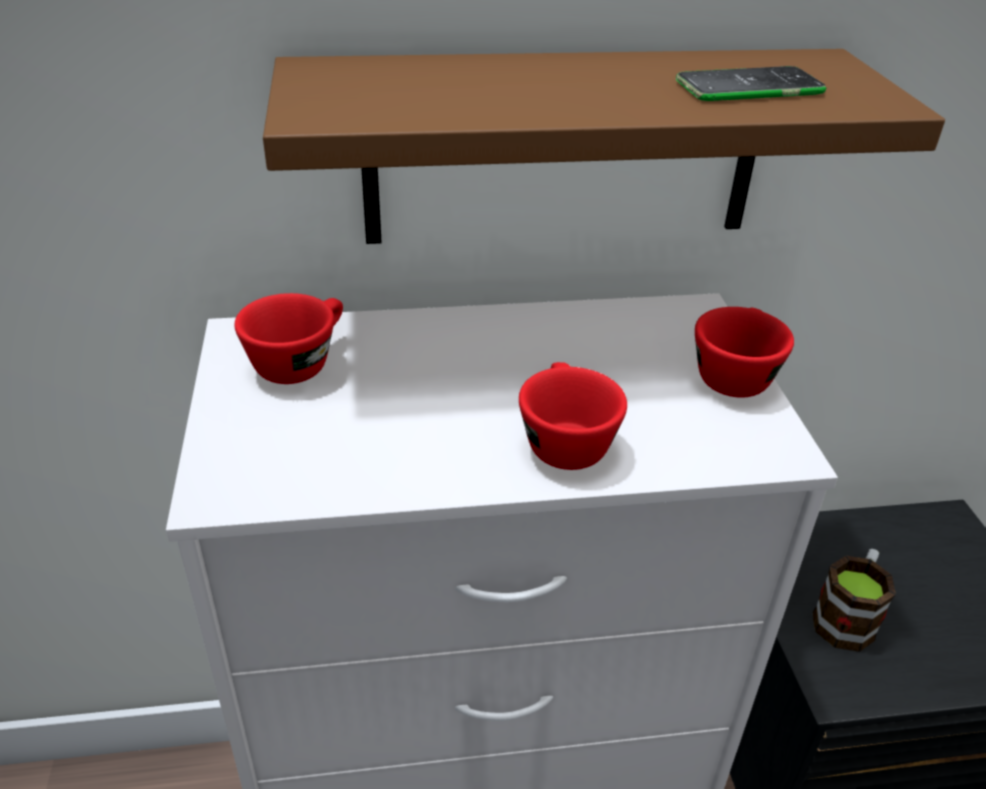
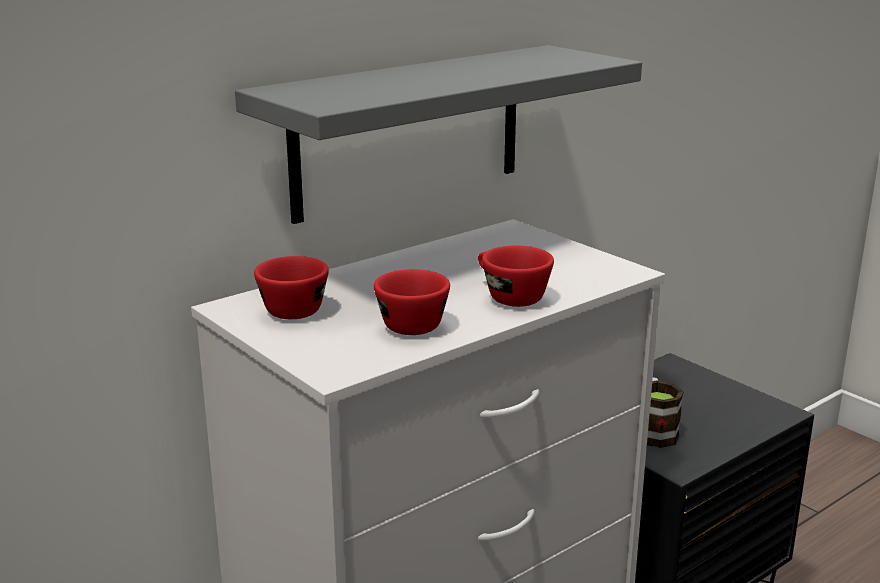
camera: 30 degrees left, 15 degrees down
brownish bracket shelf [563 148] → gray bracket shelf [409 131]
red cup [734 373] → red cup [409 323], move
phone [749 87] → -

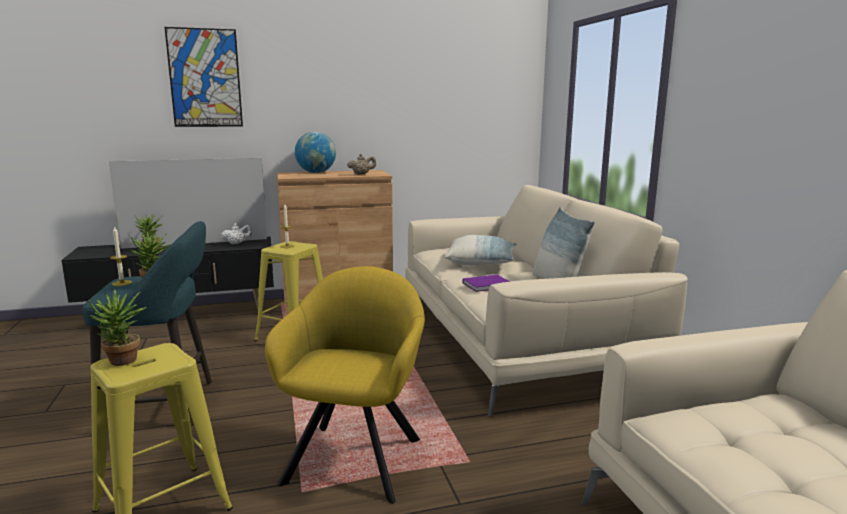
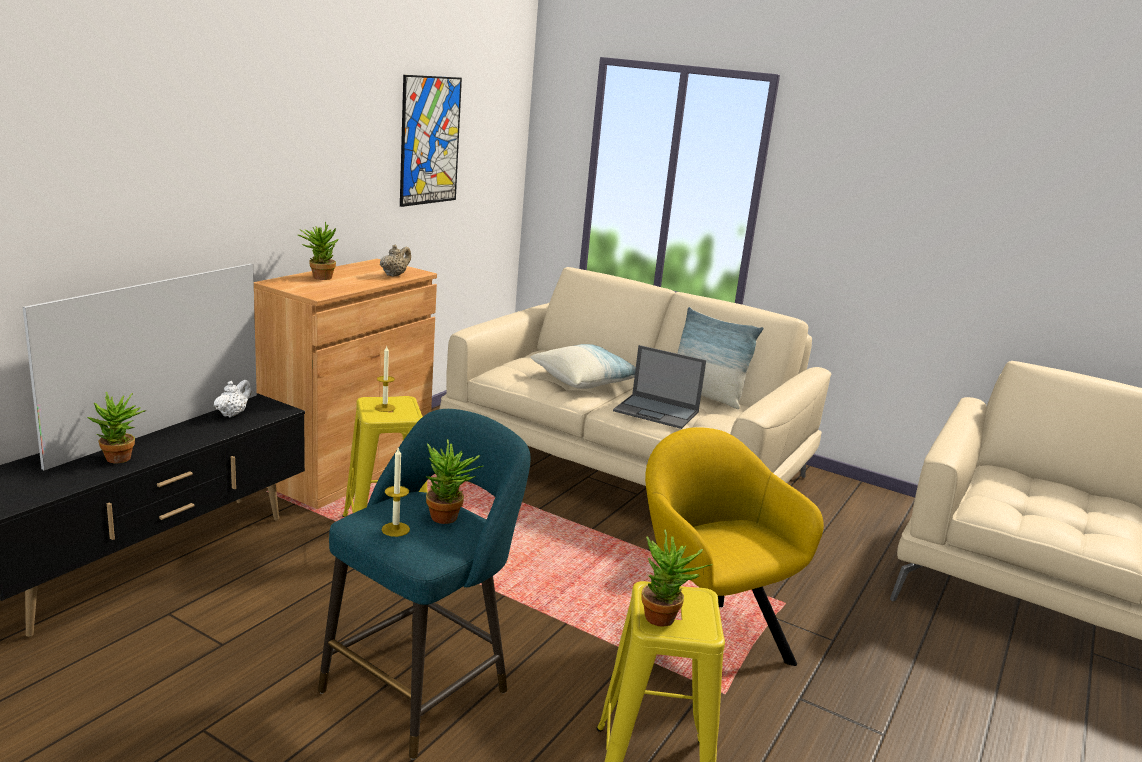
camera: 45 degrees left, 5 degrees up
globe [316 172] → potted plant [319 277]
wall picture [205 78] → wall picture [430 140], move
purple bound book [488 285] → portable computer [657 412]

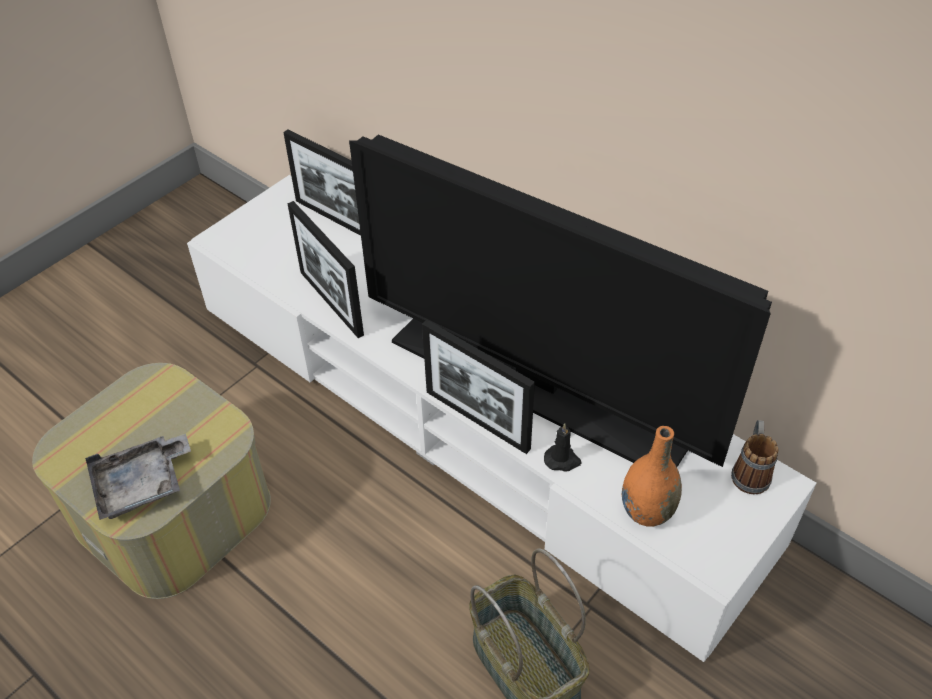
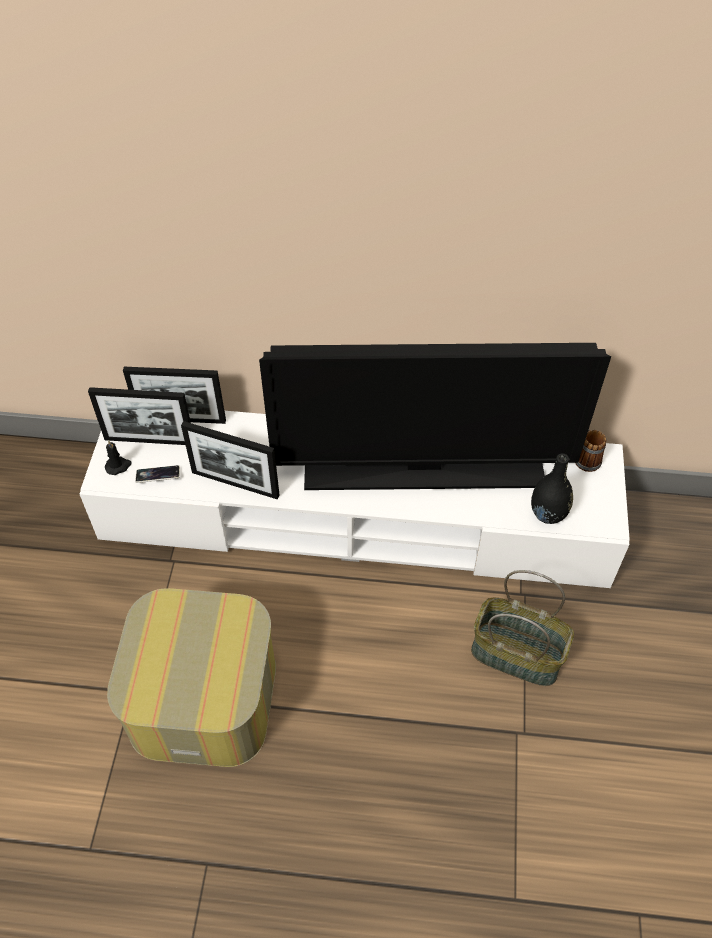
camera: 35 degrees left, 5 degrees up
picture frame [477 420] → picture frame [149 440], move
blackish wax light [562 460] → blackish wax light [118 466], move
- → phone [158 476]
orange vase [647 511] → blackish vase [547 514]
gray serving tray [142 485] → -

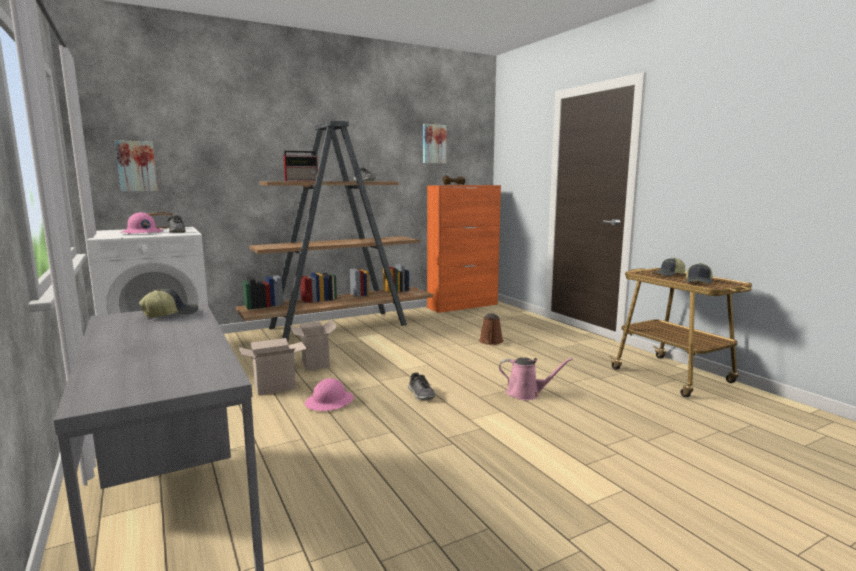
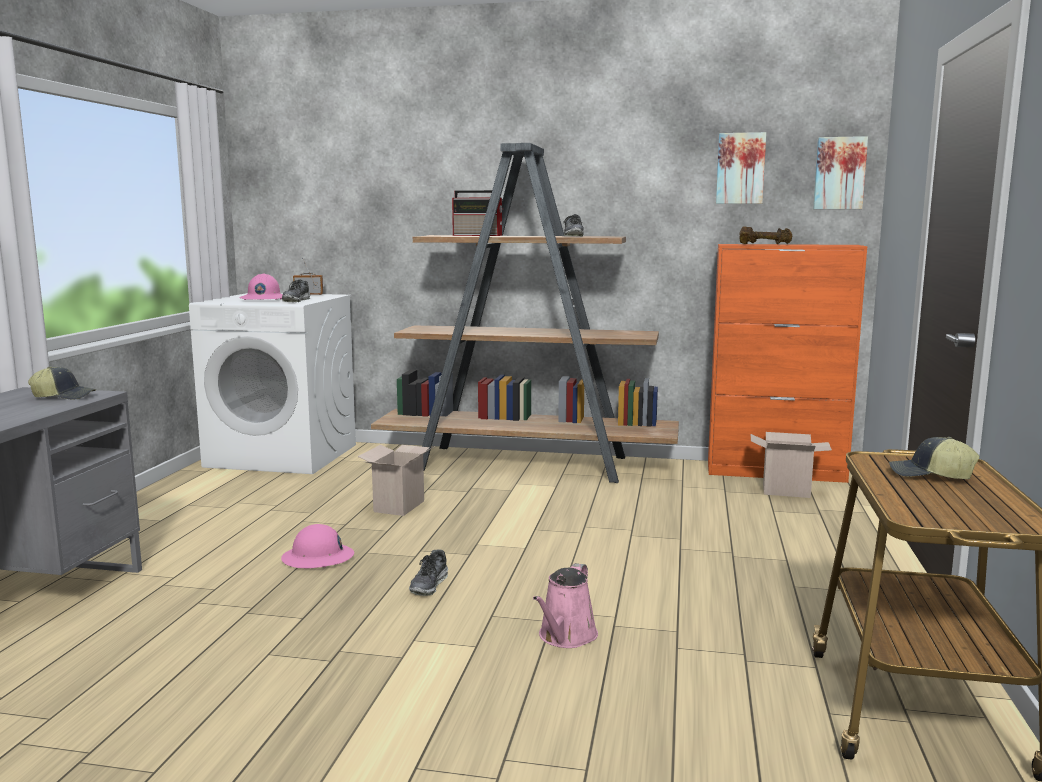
camera: 40 degrees right, 0 degrees up
pink watering pot [526 393] → pink watering pot [565 637], 60 degrees clockwise
carton [276 387] → carton [787 491], move
wall picture [136 166] → wall picture [839 173], move
brownish watering pot [491 342] → -
cap [699 282] → -

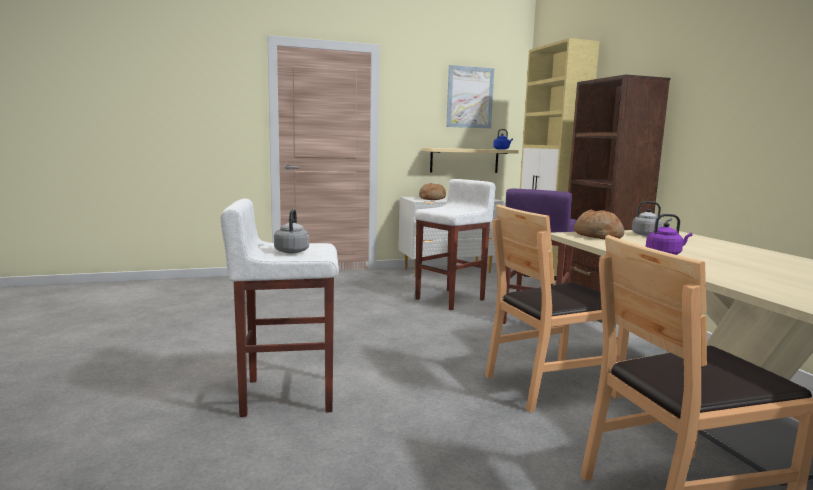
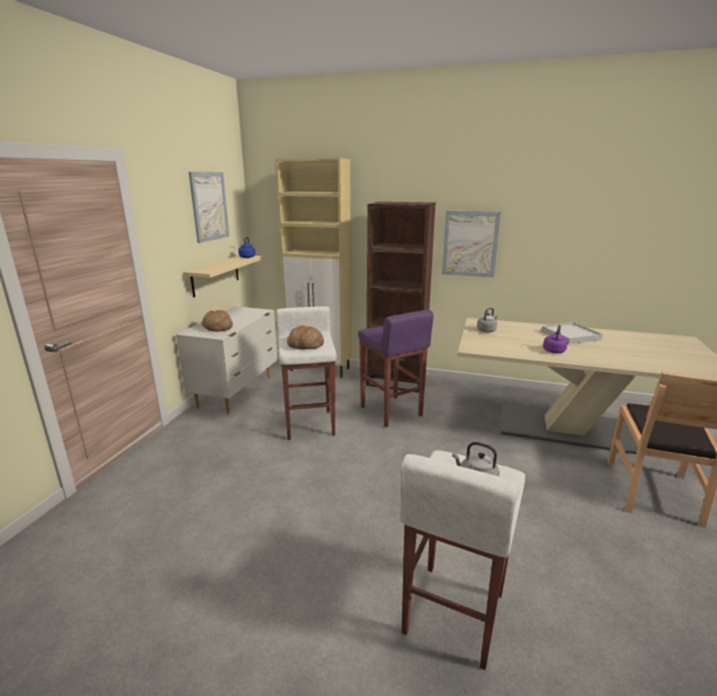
camera: 55 degrees left, 10 degrees up
bread [598 236] → bread [305 345], move
- → wall picture [470 244]
- → white-coloured serving tray [570 335]
brownish plain chair [549 385] → -

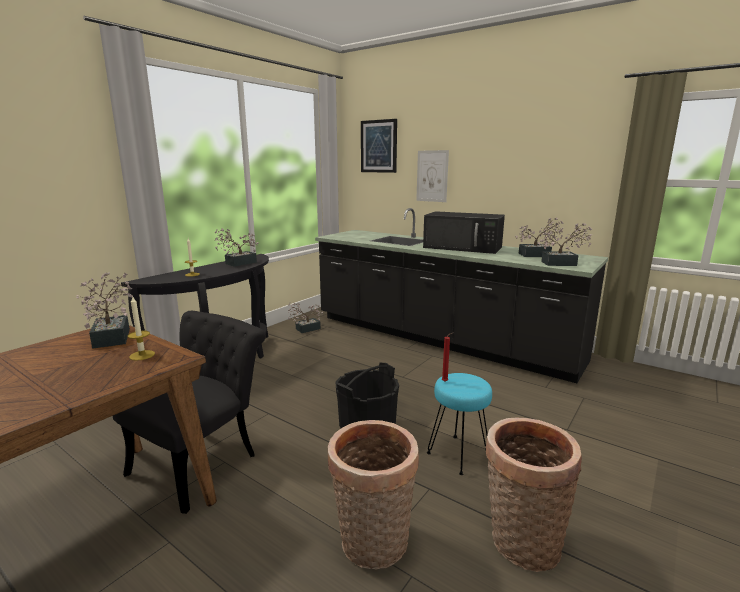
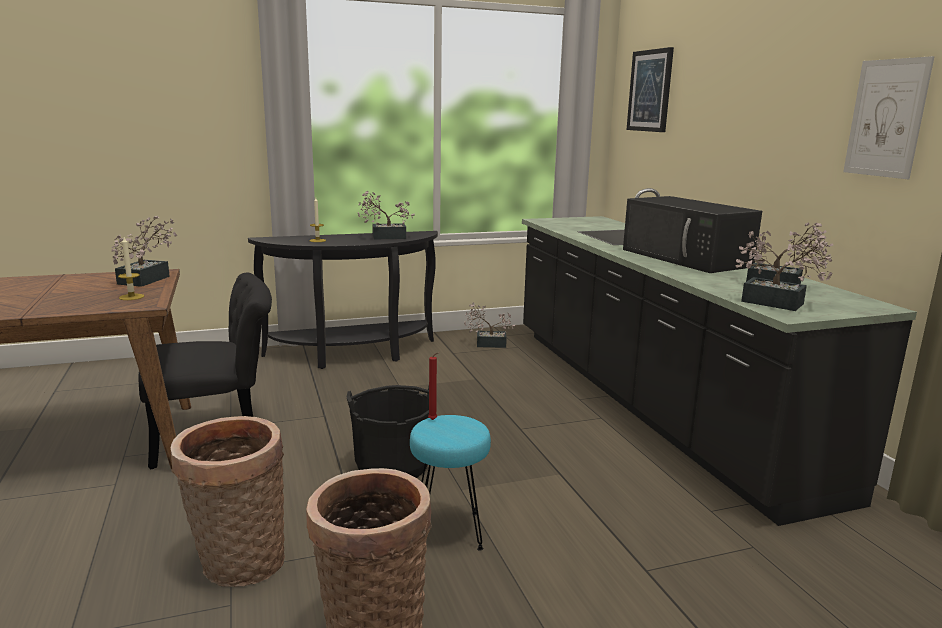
camera: 35 degrees right, 0 degrees up
wall picture [432 176] → wall picture [886 118], move

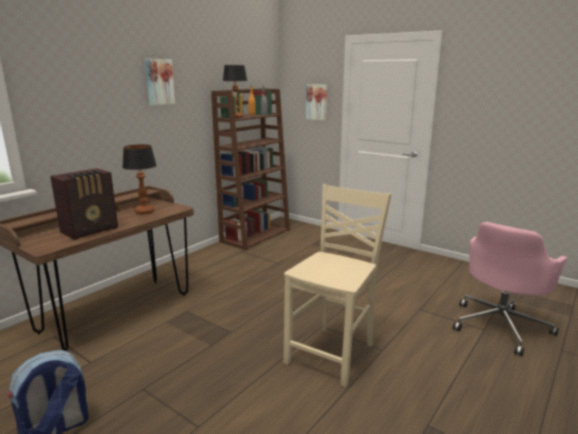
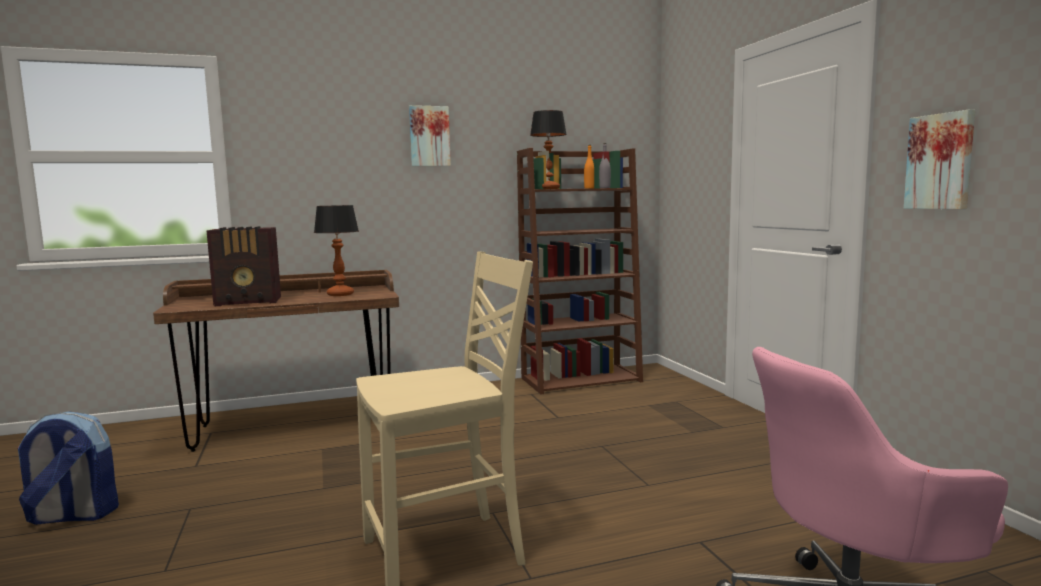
camera: 35 degrees right, 10 degrees down
wall picture [317 102] → wall picture [940 161], move

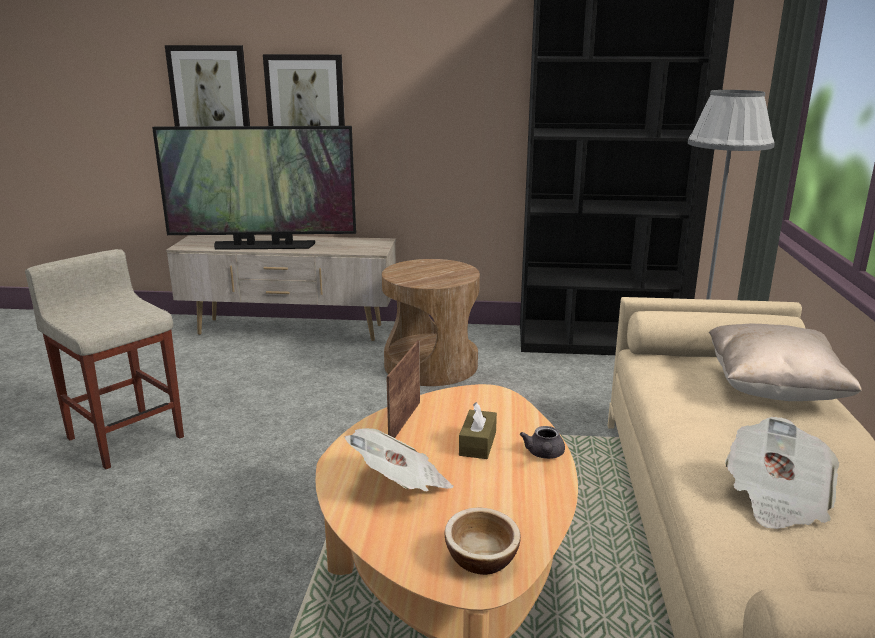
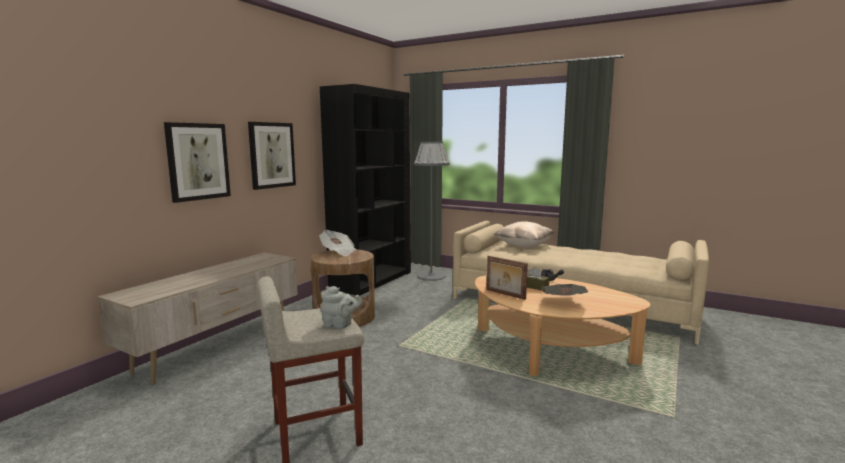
camera: 65 degrees left, 10 degrees down
wall picture [210 94] → wall picture [271 155], move
newspaper [776 498] → newspaper [338 252], move
- → gray tea pot [340 325]
TV set [263 246] → -
deep dish [481 559] → -

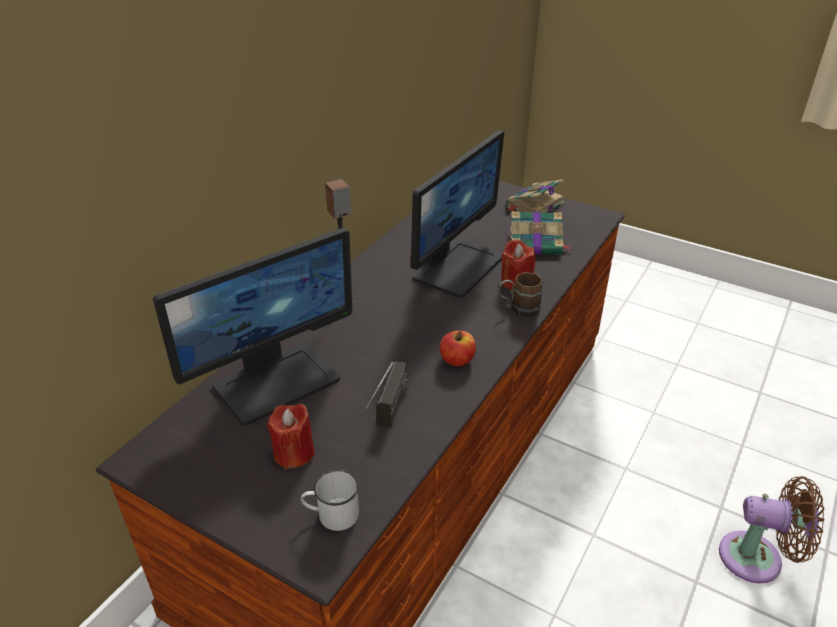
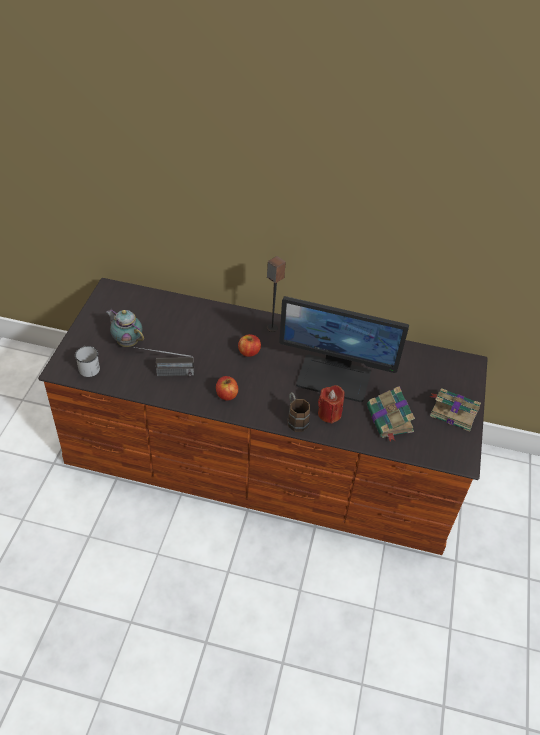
camera: 70 degrees right, 10 degrees up
red wax light [294 453] → tea pot [127 342]
- → whole apple [249 352]
monitor [276 381] → -
brownish cooling fan [757 559] → -

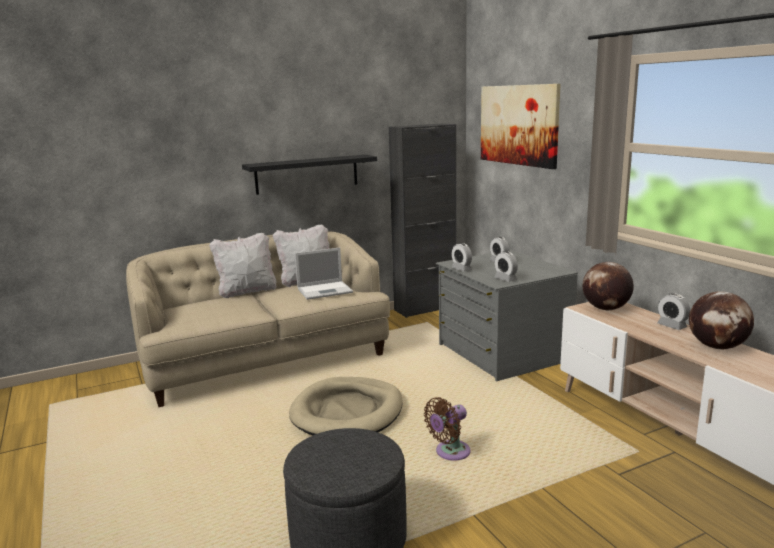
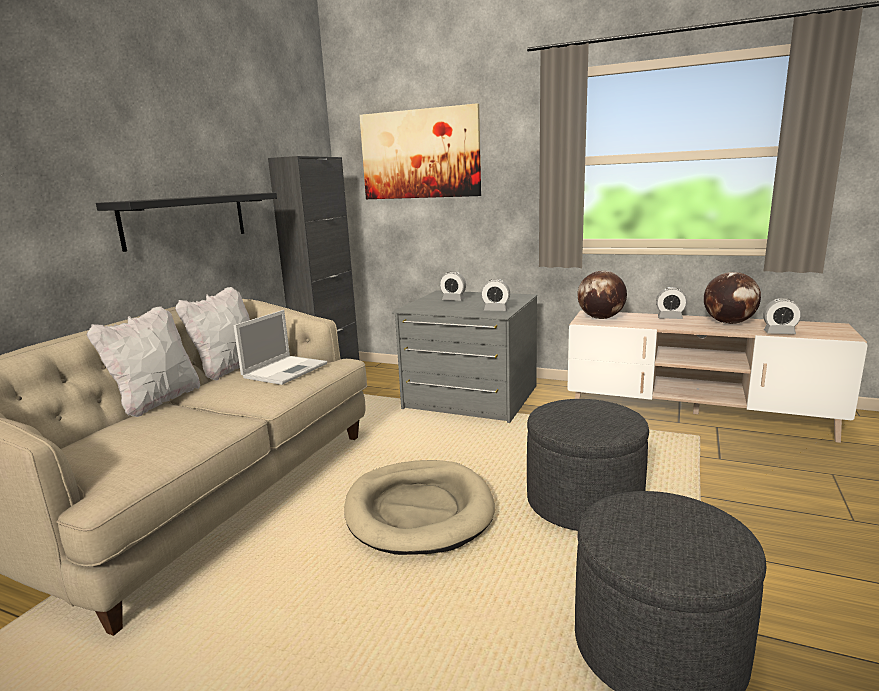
camera: 40 degrees left, 0 degrees up
brownish cooling fan [450 452] → gray ottoman [583 502]
alarm clock [461 269] → alarm clock [779 333], move

